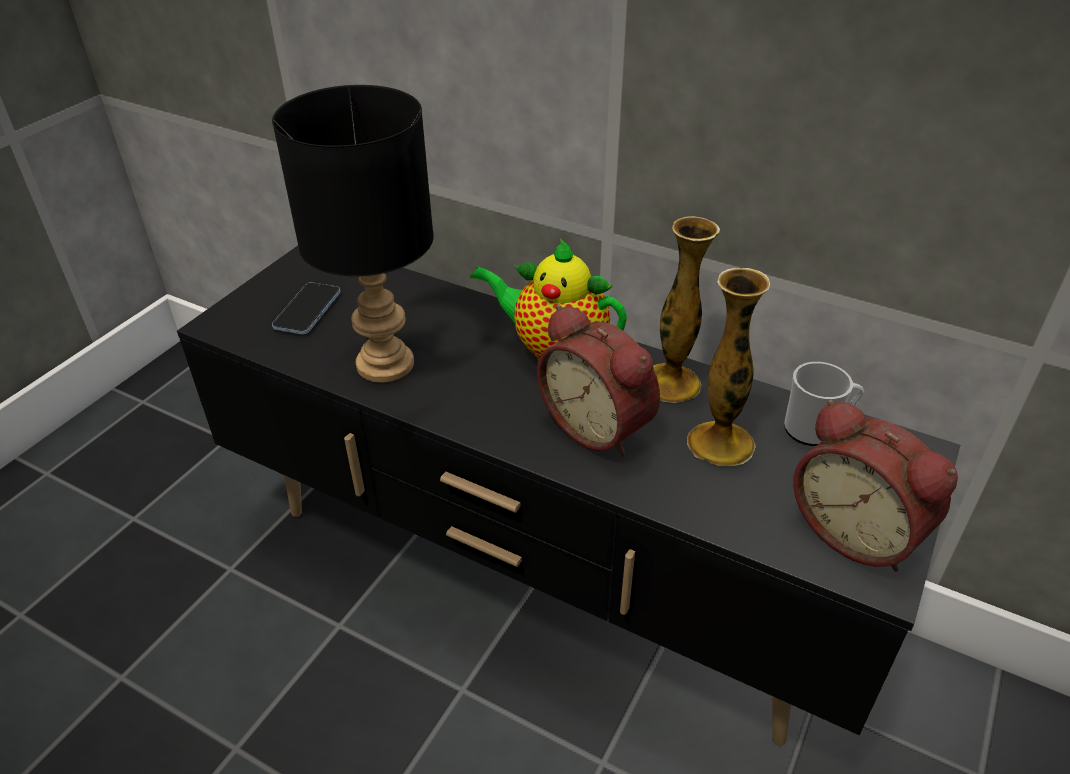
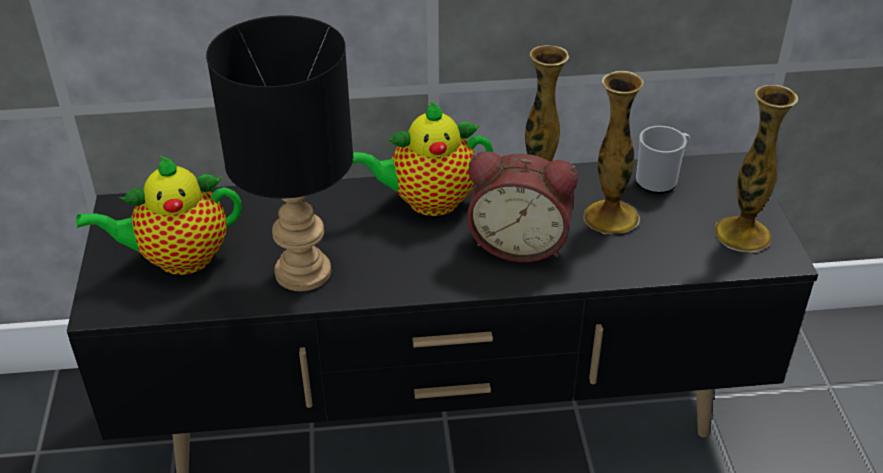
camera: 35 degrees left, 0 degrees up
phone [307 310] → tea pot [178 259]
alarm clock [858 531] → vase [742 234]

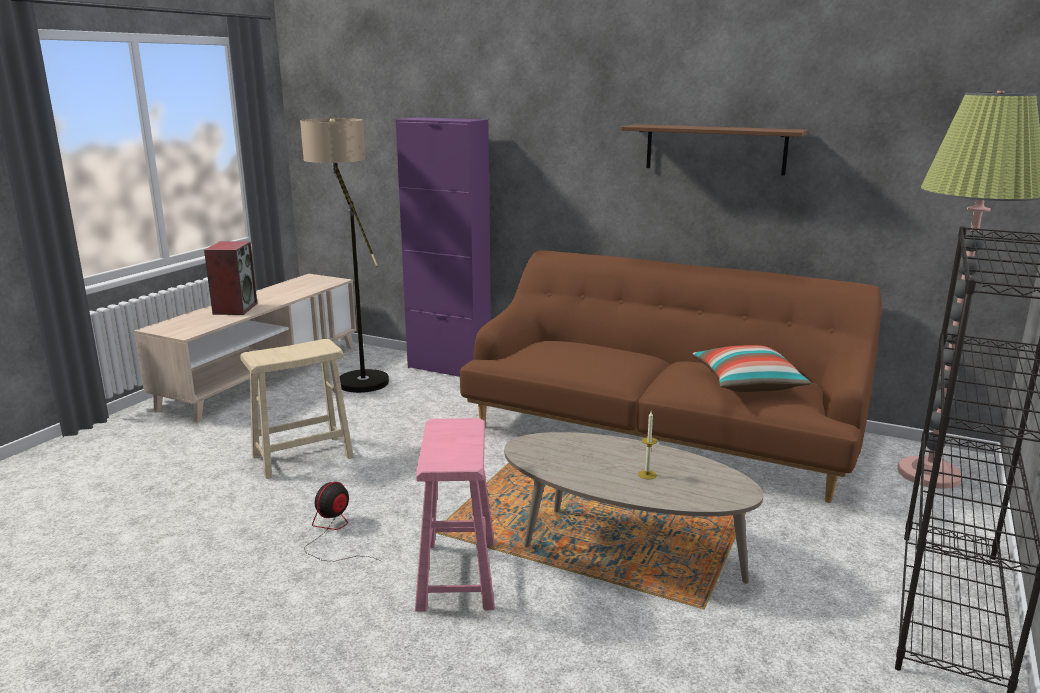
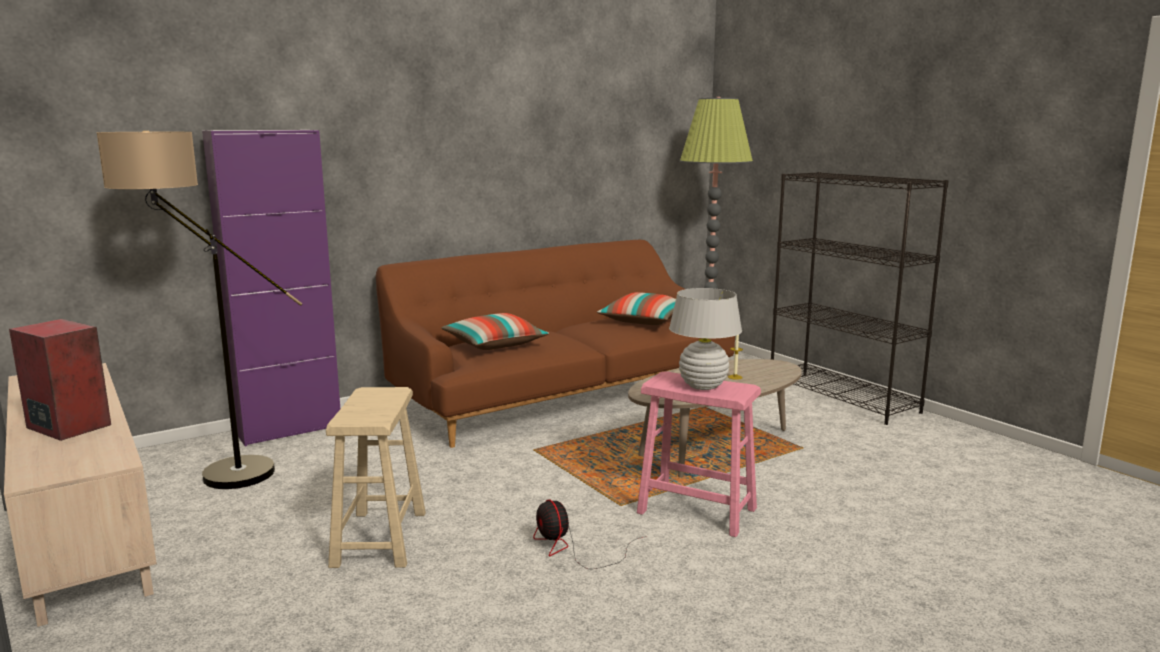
camera: 60 degrees left, 5 degrees down
- → cushion [495 345]
- → white-coloured table lamp [703 386]
bracket shelf [715 149] → -

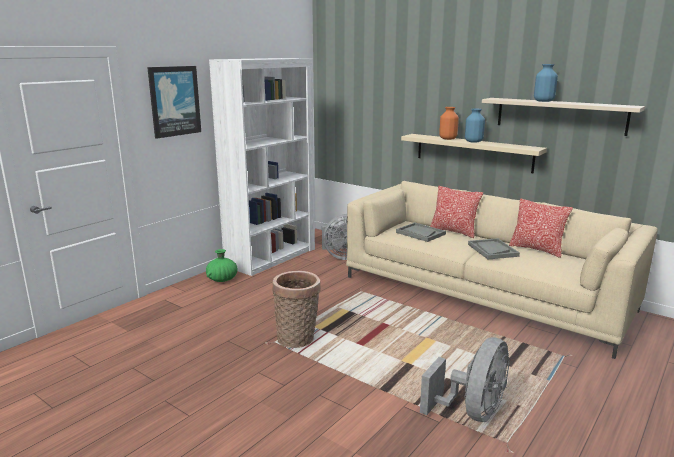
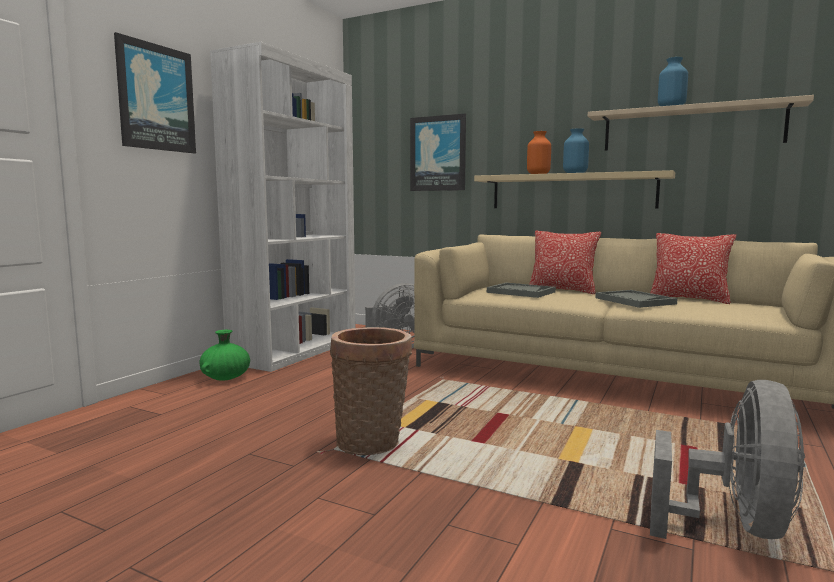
camera: 10 degrees left, 10 degrees down
- → wall picture [438 153]

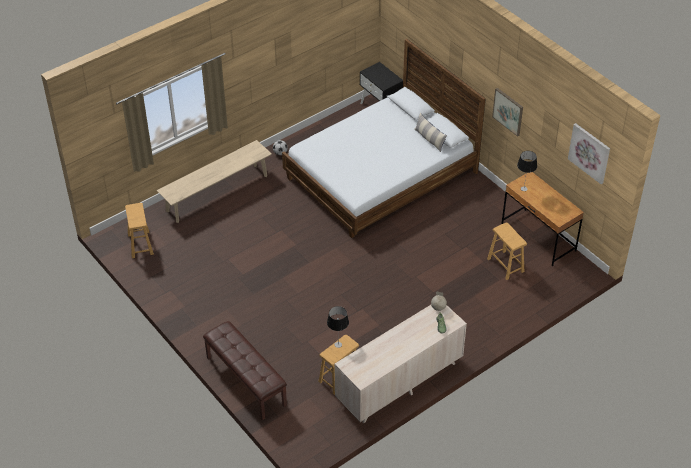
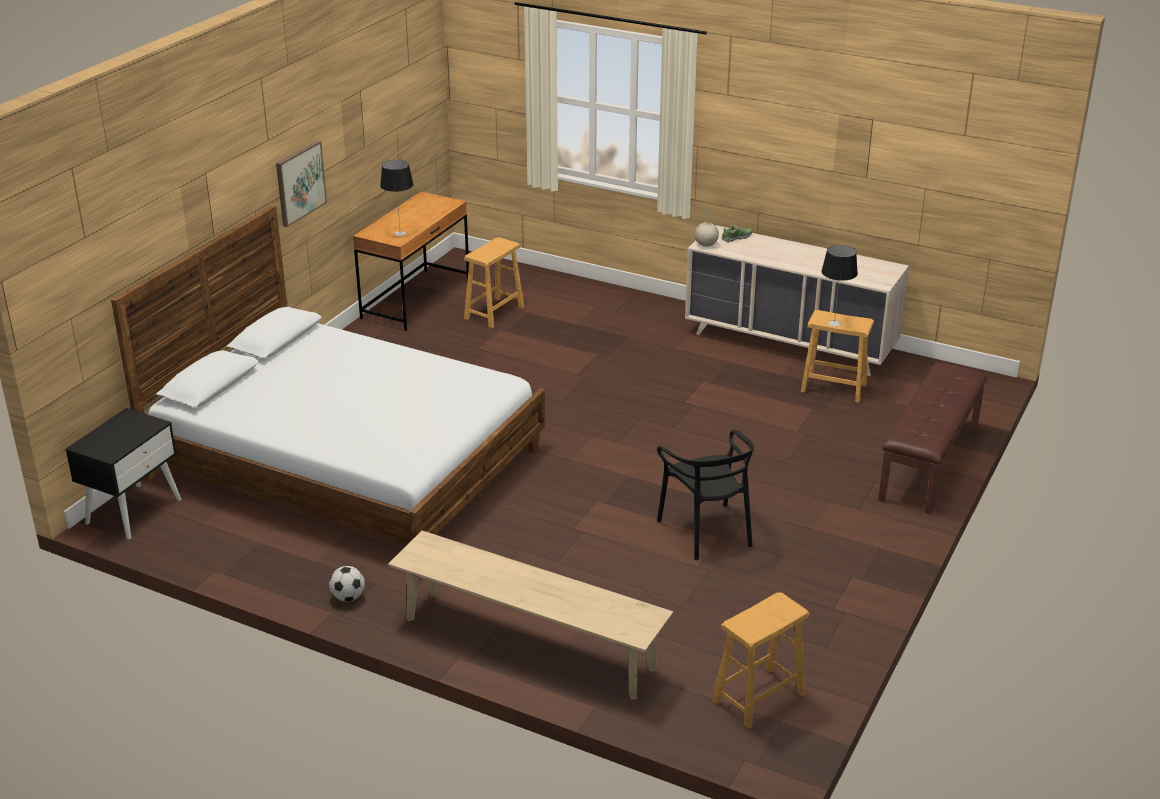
camera: 115 degrees left, 15 degrees down
- → blackish plain chair [706 531]
cushion [429 139] → -
wall picture [589 153] → -

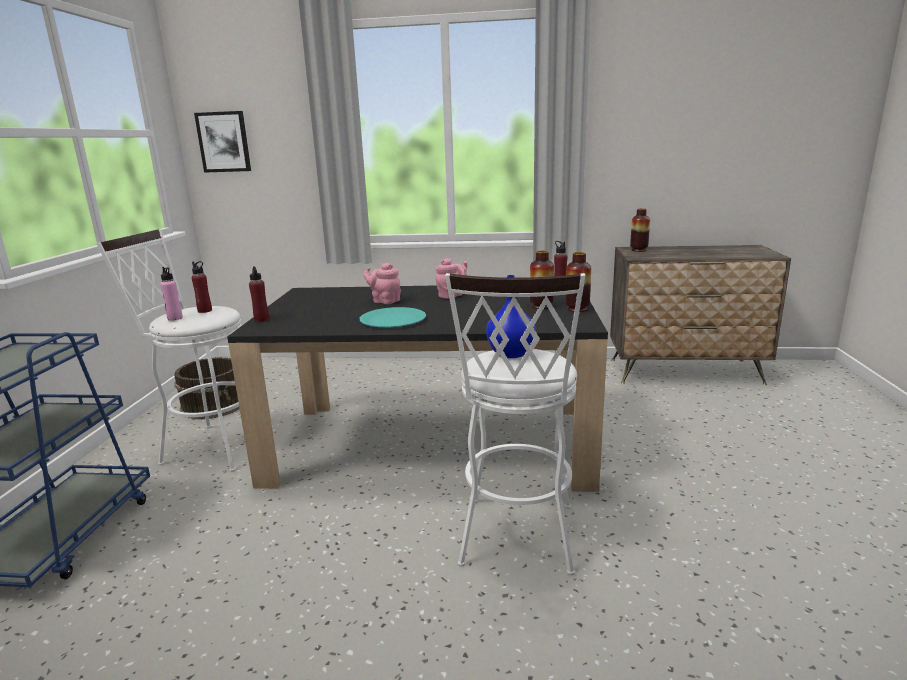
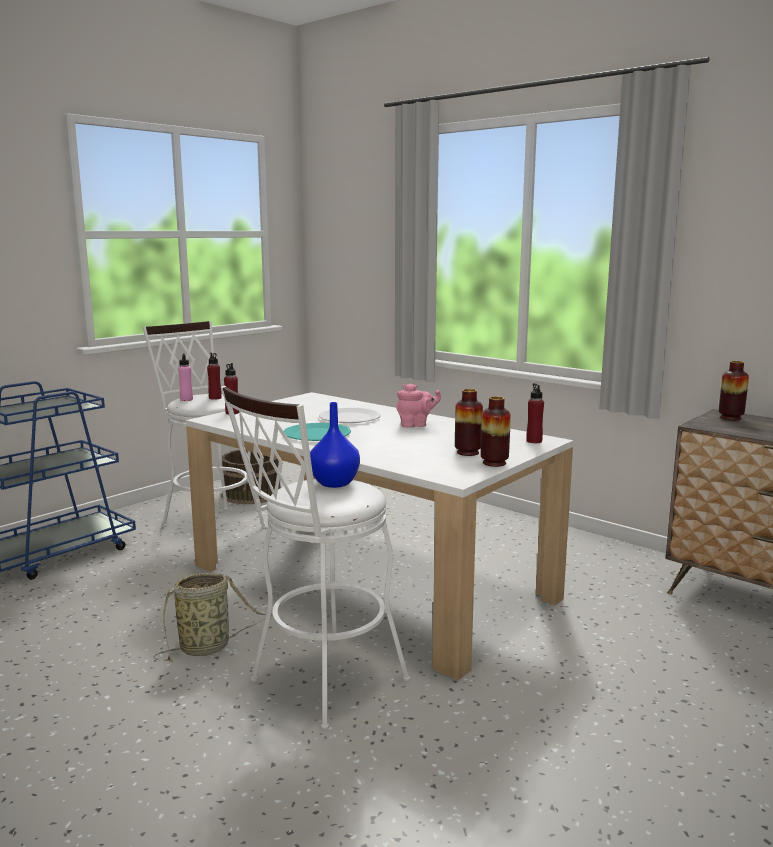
camera: 35 degrees right, 5 degrees down
- → storage basket [208 647]
blackish dinner table [431 444] → white-coloured dinner table [370 581]
pink tea pot [384 301] → white-coloured plate [350 418]
wall picture [224 142] → -

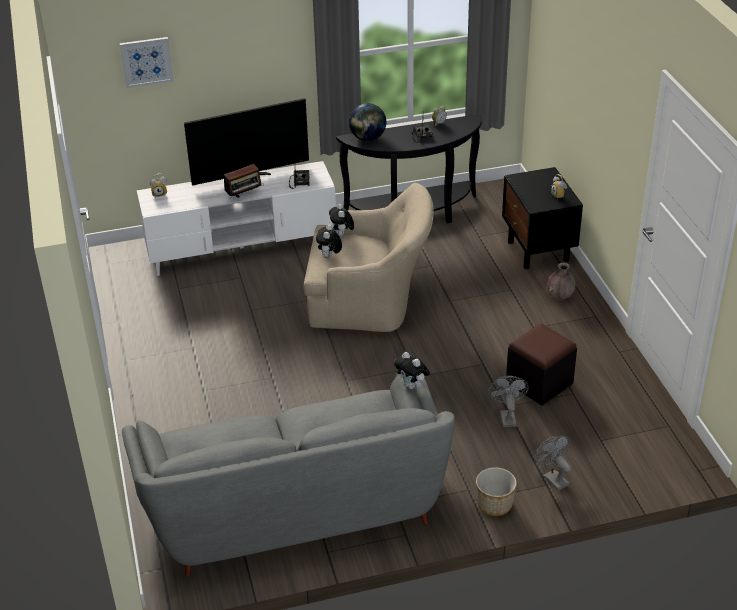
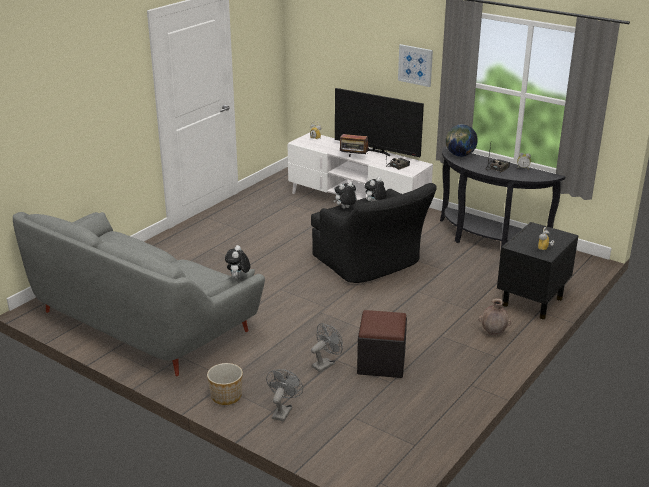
camera: 50 degrees right, 10 degrees down
beige easy chair [371 301] → blackish easy chair [372 264]
wall picture [146 61] → wall picture [415 65], move

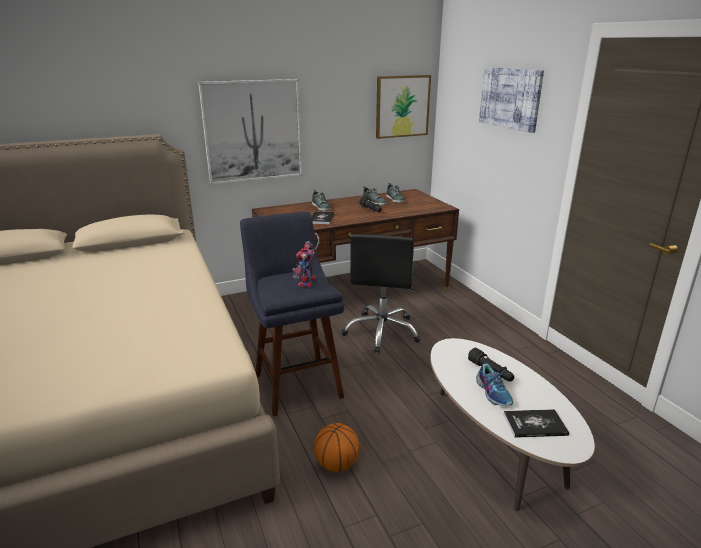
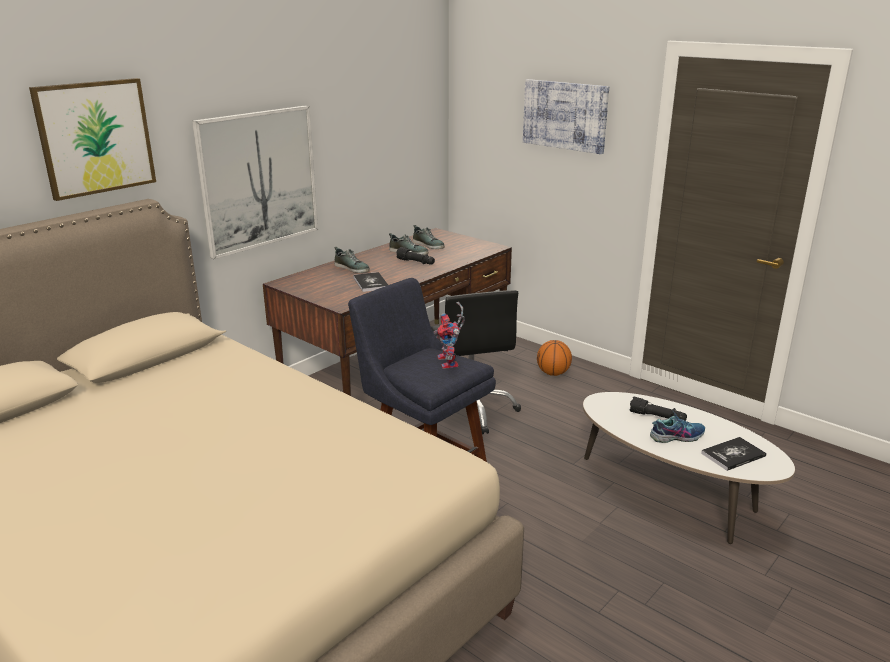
camera: 25 degrees left, 0 degrees up
wall picture [402 106] → wall picture [95 137], move
ball for basketball [336 464] → ball for basketball [553 373], move
low shoe [493 392] → low shoe [677 436], 60 degrees counterclockwise

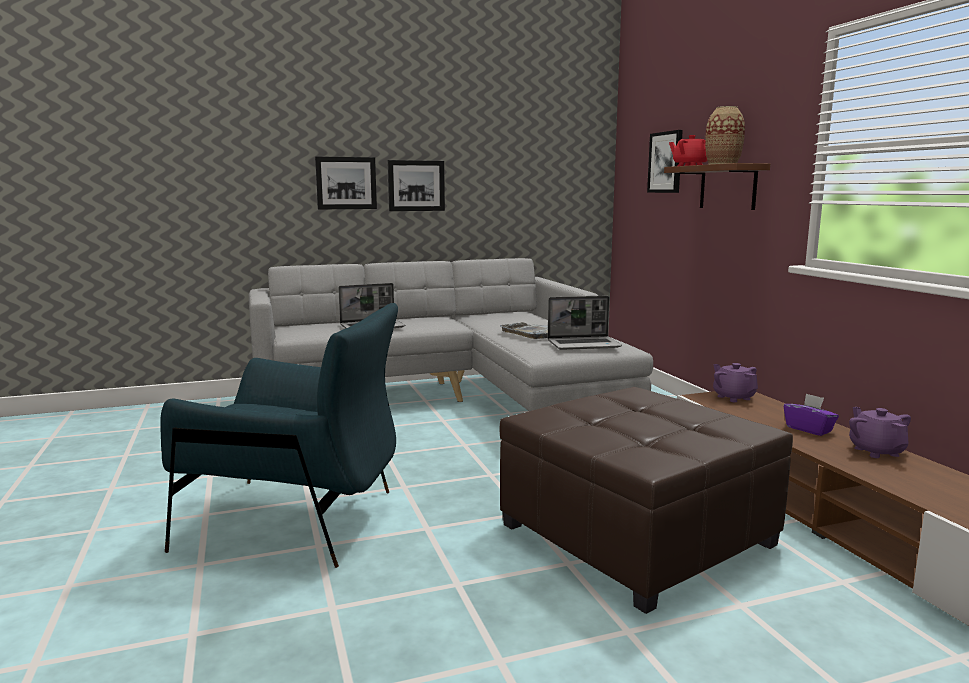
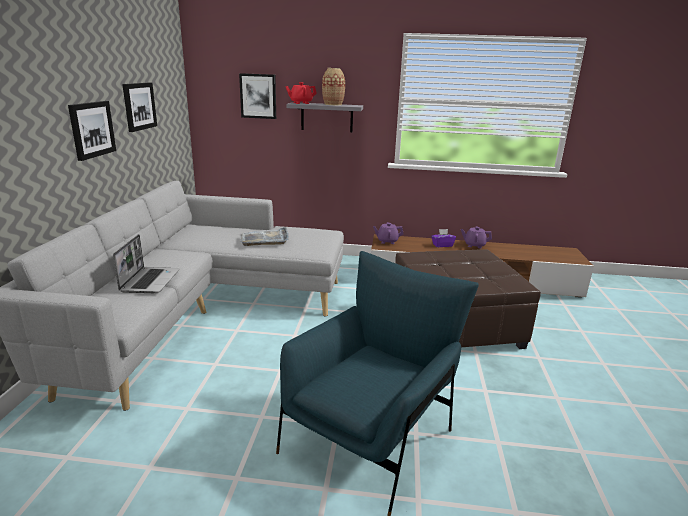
camera: 65 degrees left, 10 degrees up
wall picture [346 183] → wall picture [139 106], move
brownish bracket shelf [728 187] → gray bracket shelf [327 117]
portable computer [584 344] → -

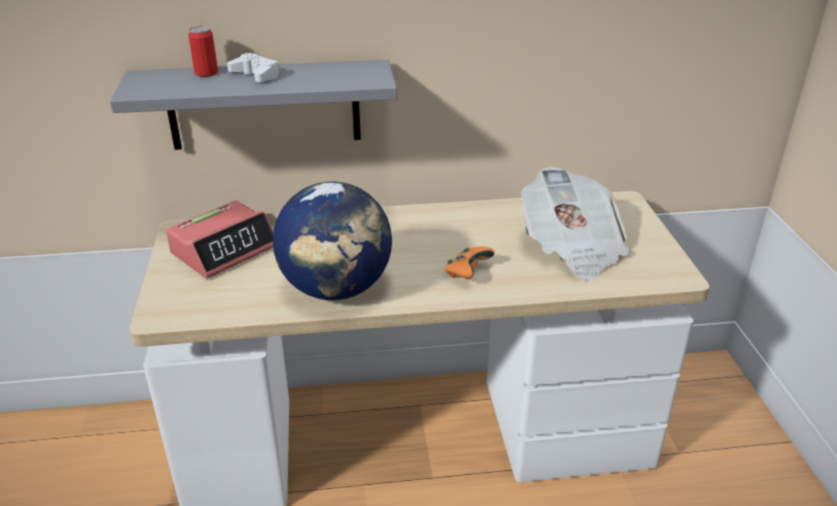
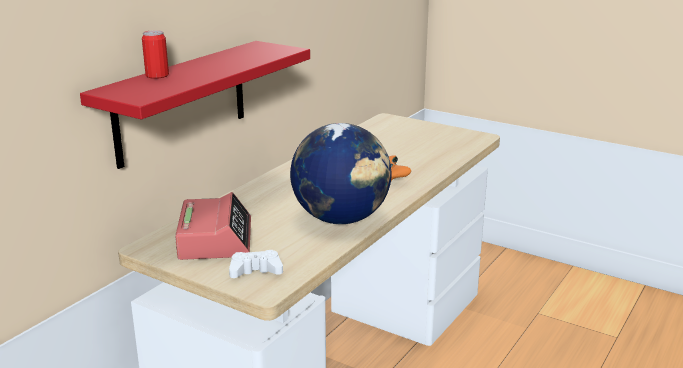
camera: 50 degrees left, 10 degrees down
gray bracket shelf [264 105] → red bracket shelf [181 102]
white-coloured game controller [256 75] → white-coloured game controller [255 271], move
newspaper [571 248] → -

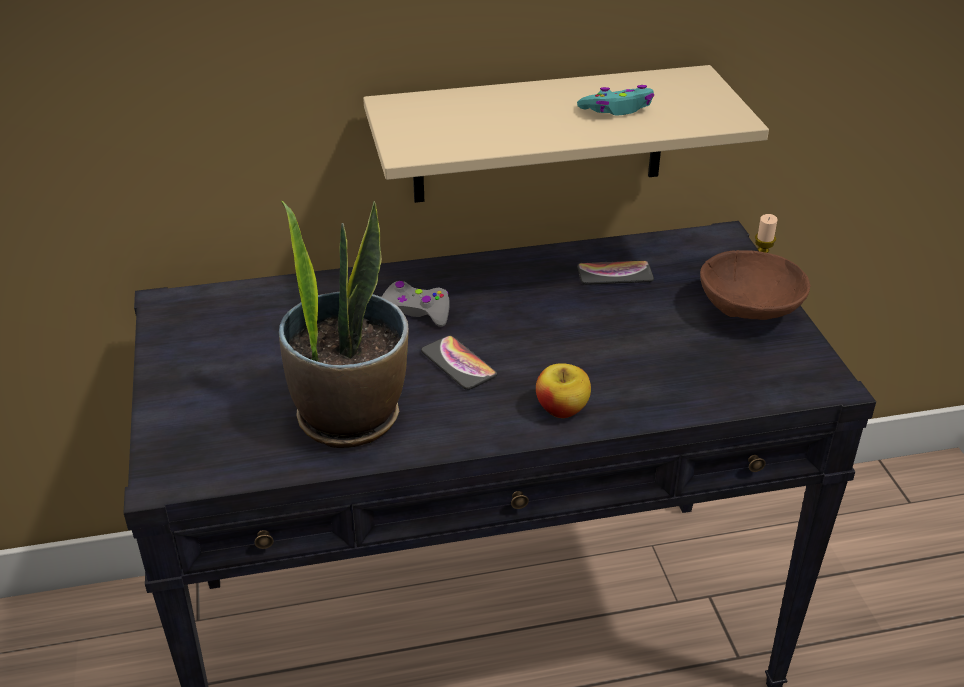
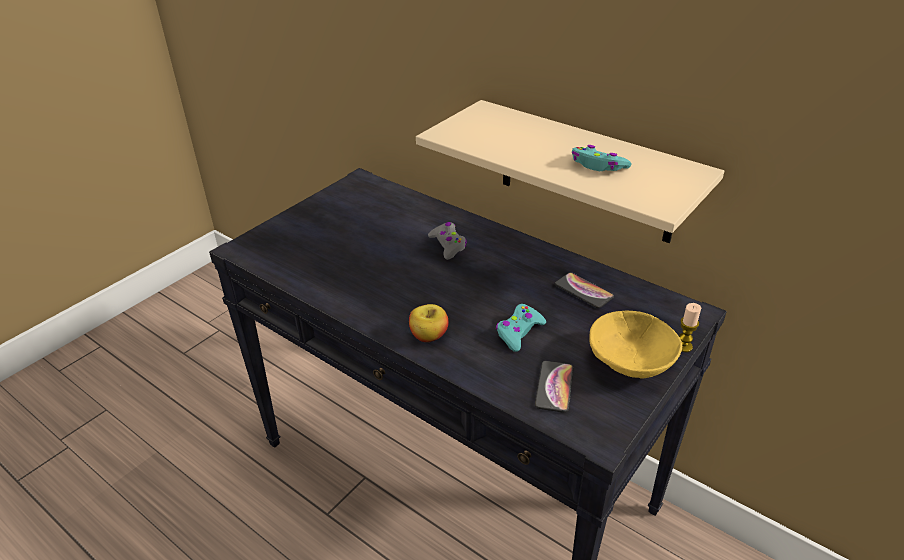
camera: 50 degrees right, 0 degrees up
- → turquoise game controller [519 332]
phone [458 364] → phone [554 387], move
brownish deep dish [750 311] → yellow deep dish [629 364]
potted plant [350 416] → -

